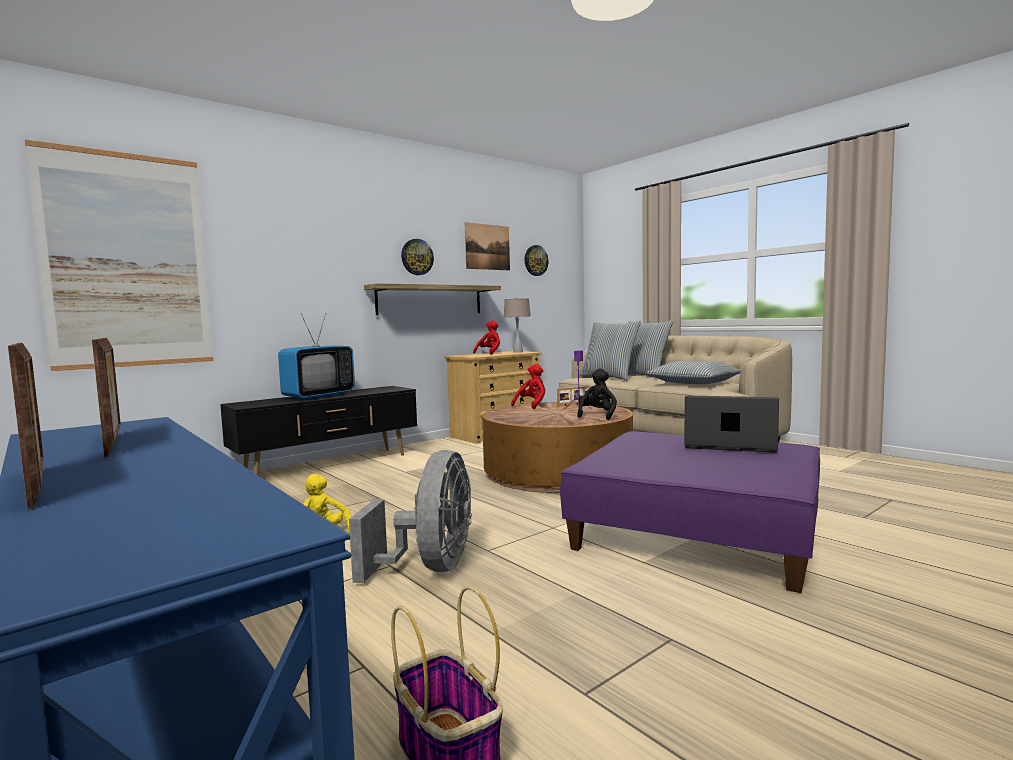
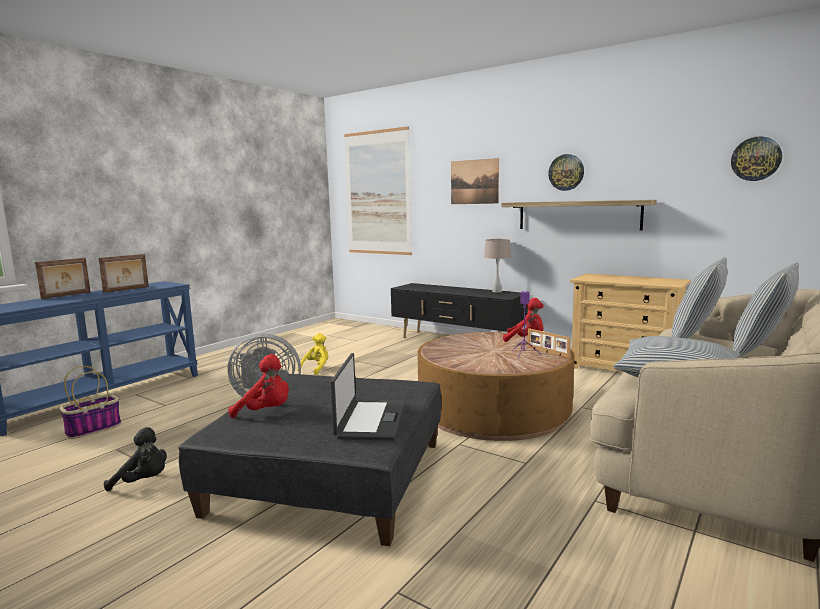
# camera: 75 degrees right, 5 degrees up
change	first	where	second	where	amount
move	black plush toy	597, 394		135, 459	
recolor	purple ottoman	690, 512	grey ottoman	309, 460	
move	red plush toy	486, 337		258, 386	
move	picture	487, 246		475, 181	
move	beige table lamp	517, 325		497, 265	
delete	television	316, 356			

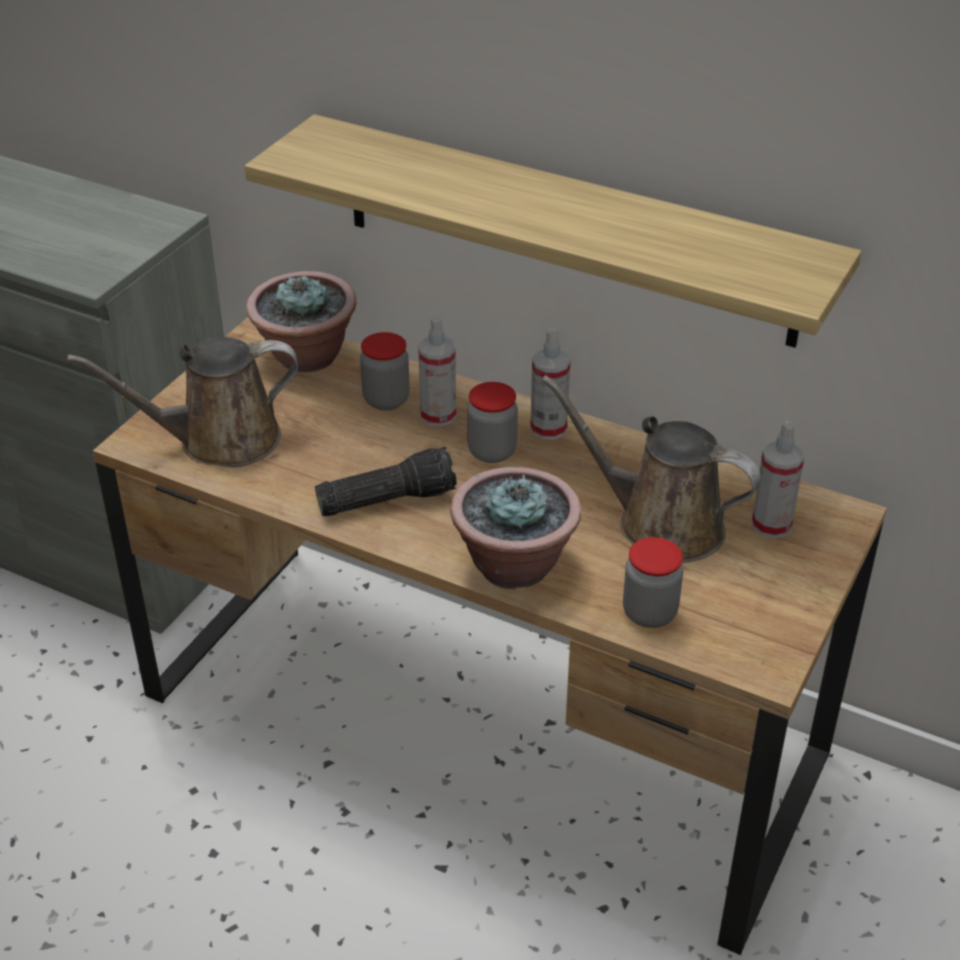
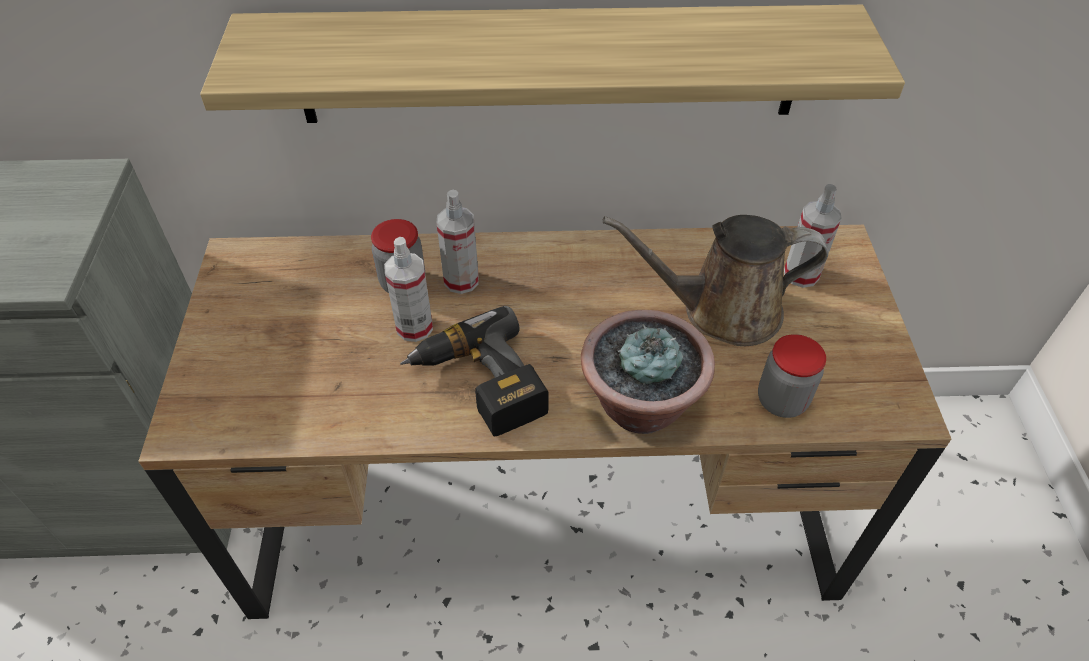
# camera: 30 degrees left, 10 degrees up
change	first	where	second	where	amount
move	spray bottle	550, 384		408, 289	
replace	flashlight	386, 481	power drill	474, 371	
delete	brown watering can	182, 401			
delete	potted plant	301, 321			
delete	jar	492, 422			

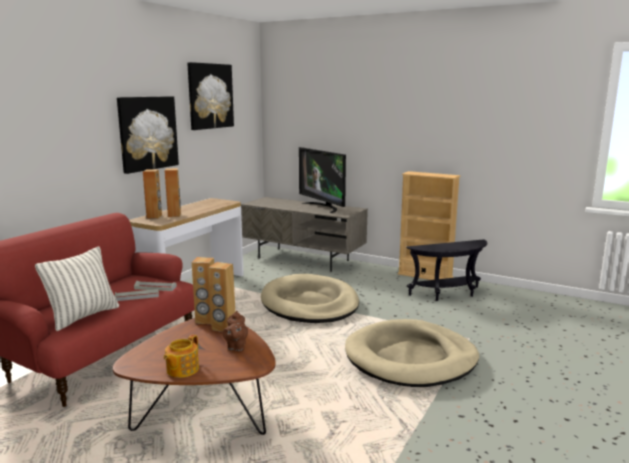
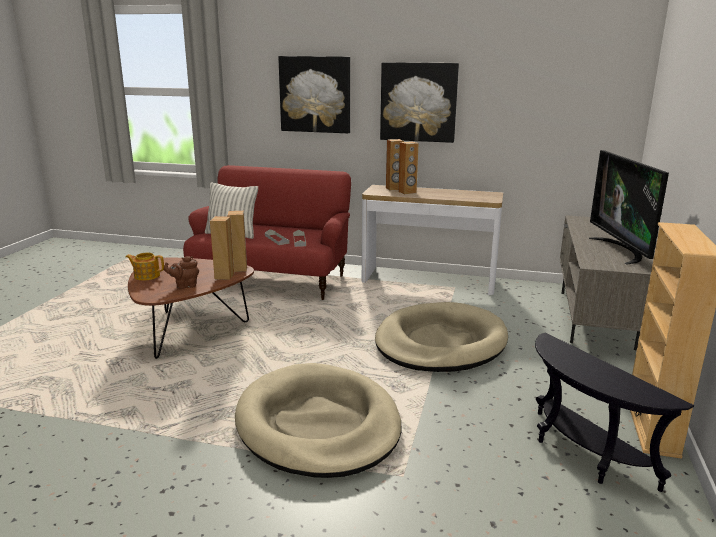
# camera: 75 degrees right, 5 degrees up
change	first	where	second	where	amount
move	picture	210, 96		314, 94	
rotate	television	322, 180		629, 207	45 degrees counterclockwise

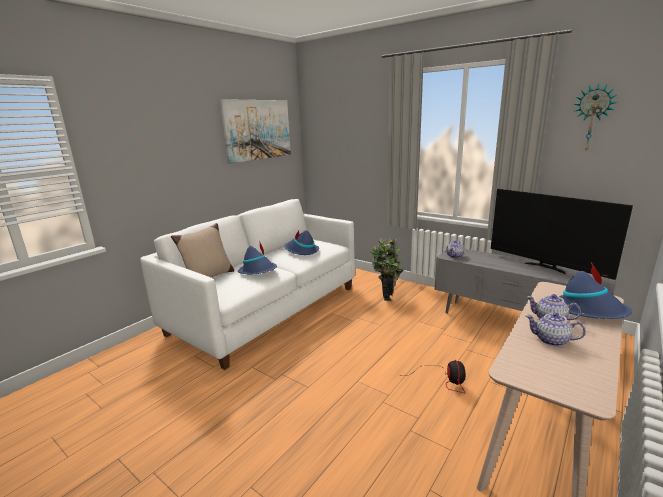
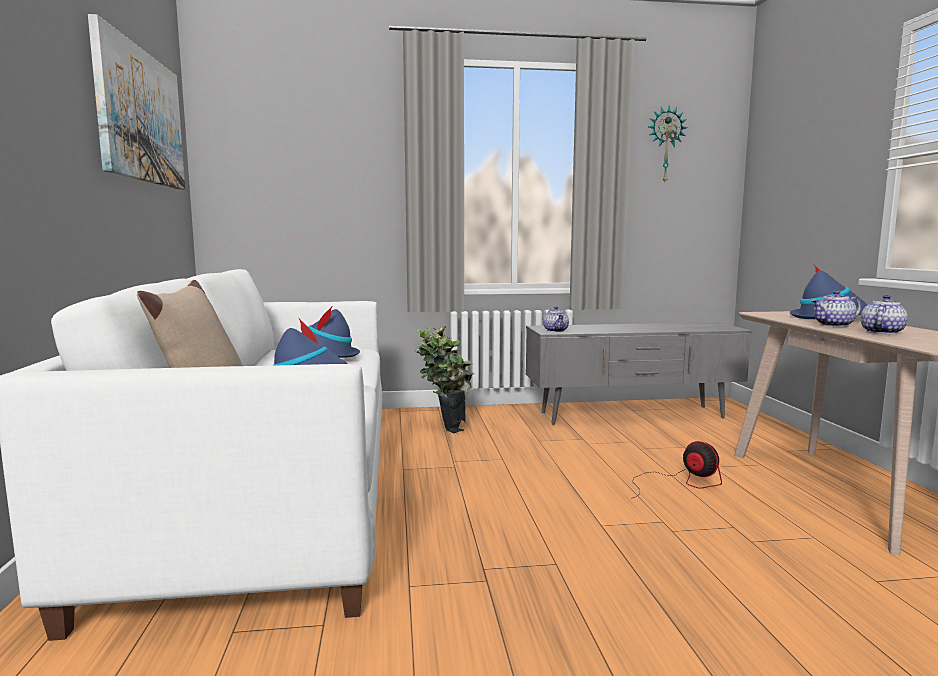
# camera: 45 degrees left, 10 degrees down
change	first	where	second	where	amount
rotate	teapot	556, 329		884, 314	150 degrees clockwise
delete	television	562, 234			

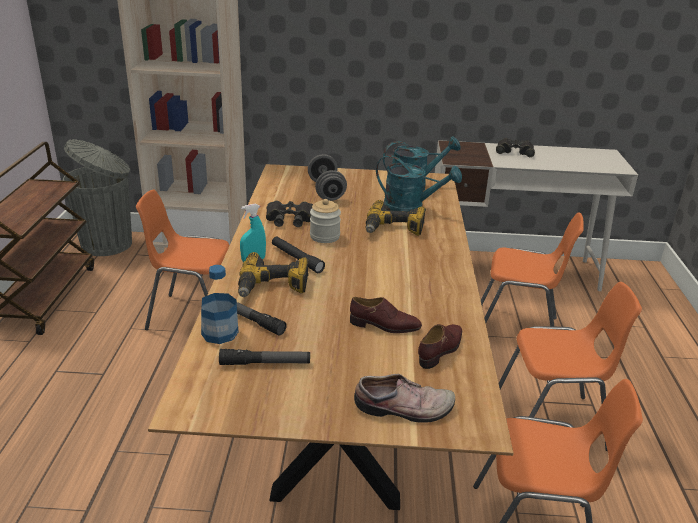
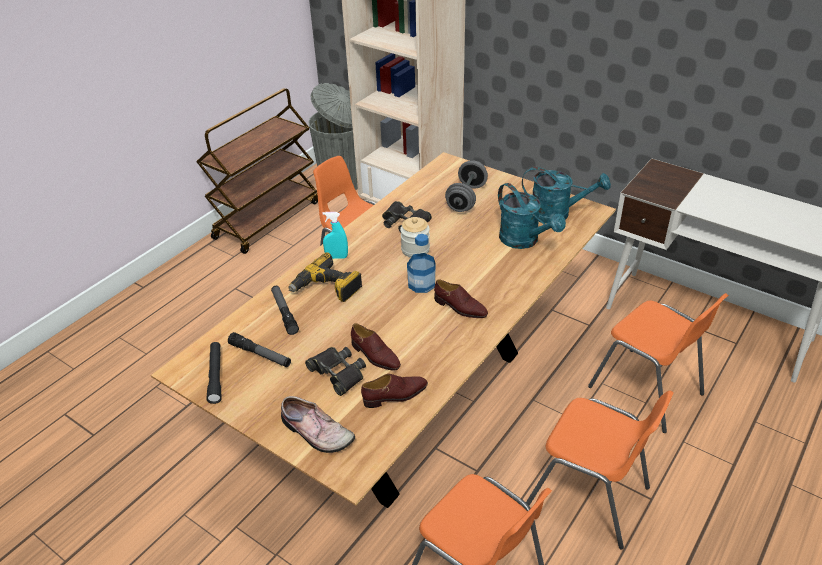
# camera: 35 degrees right, 10 degrees up
change	first	where	second	where	amount
move	black flashlight	298, 254		214, 373	
move	black binoculars	515, 147		335, 371	
move	bottle	219, 304		421, 263	
insert			brown shoe	461, 298	
delete	power drill	396, 218			

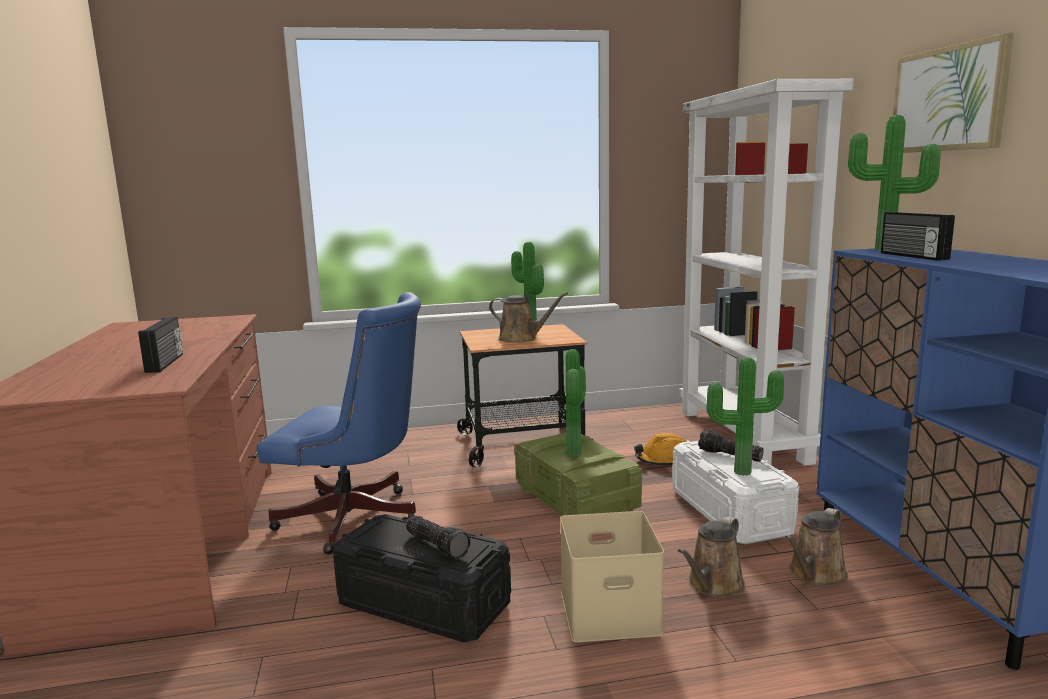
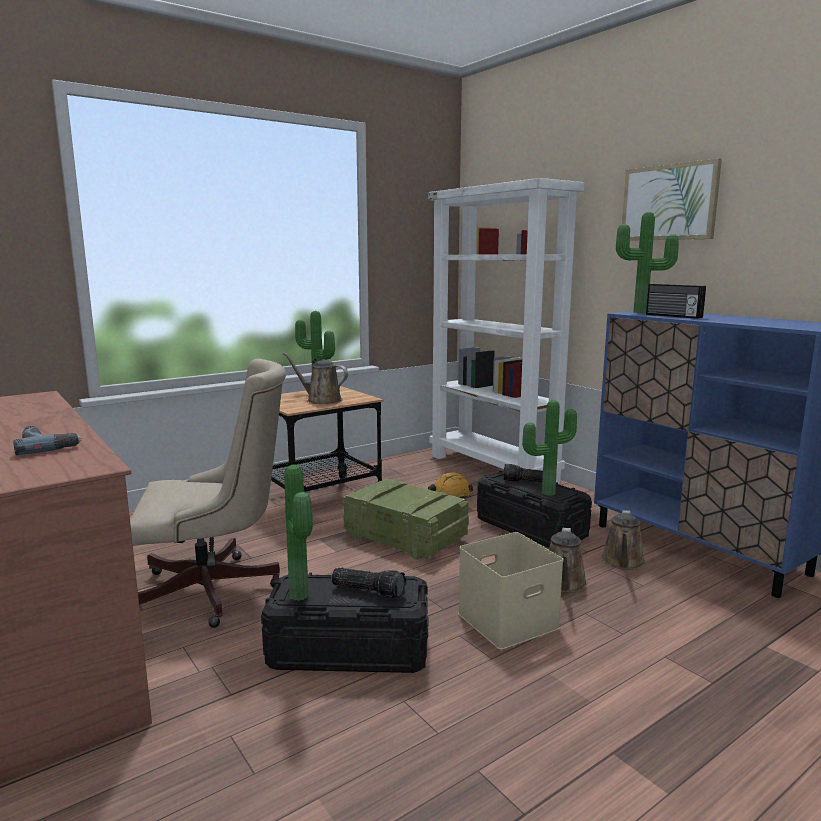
# camera: 25 degrees left, 0 degrees up
change	first	where	second	where	amount
replace	radio	160, 344	power drill	47, 440	
recolor	blue office chair	339, 423	beige office chair	208, 493	
rotate	brown watering can	528, 317		315, 378	150 degrees counterclockwise
move	potted plant	576, 403		298, 532	
recolor	white storage box	735, 492	black storage box	534, 509	

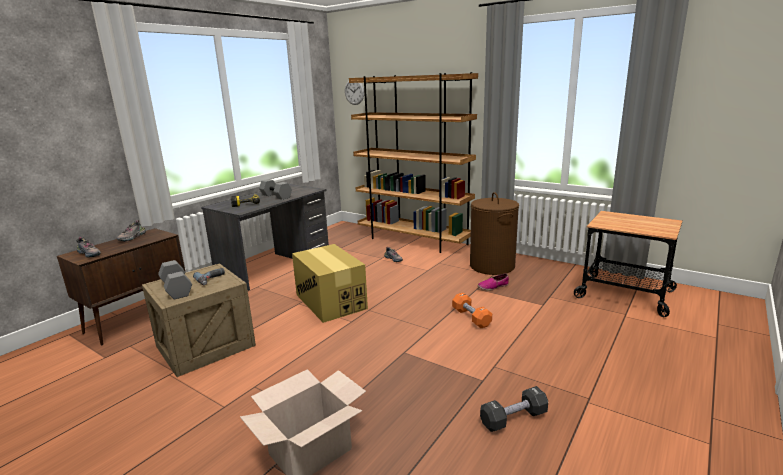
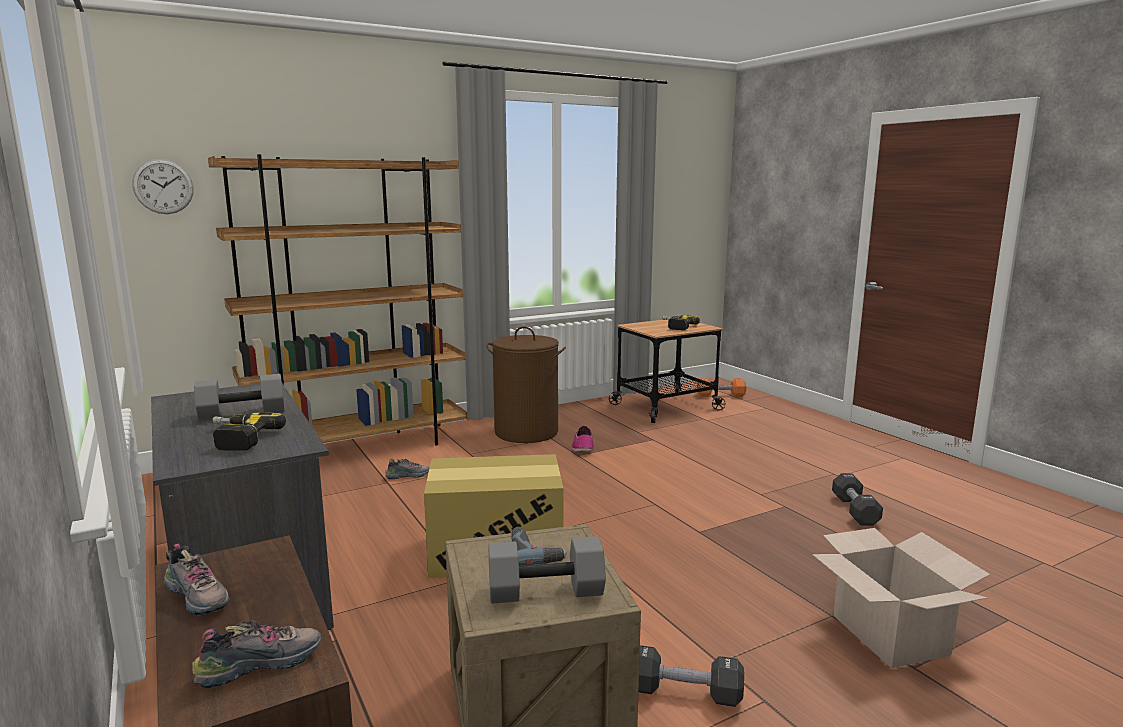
# camera: 65 degrees left, 5 degrees down
change	first	where	second	where	amount
insert			black dumbbell	691, 676	
insert			power drill	681, 322	
move	orange dumbbell	472, 310		721, 387	

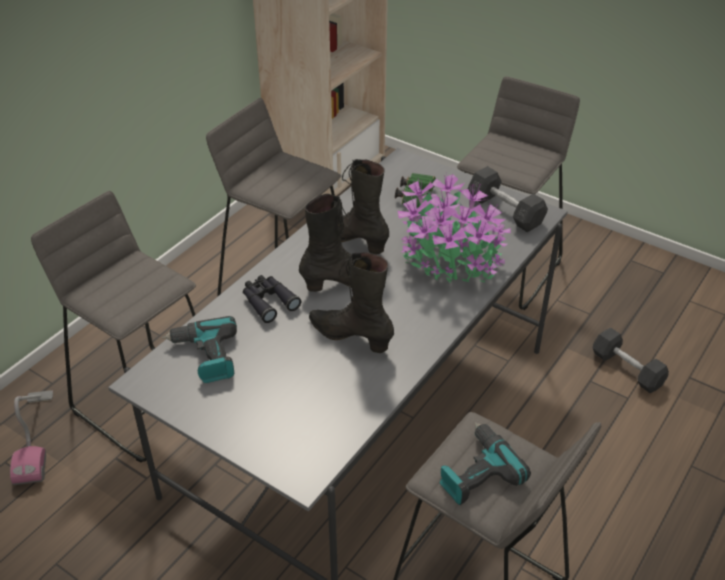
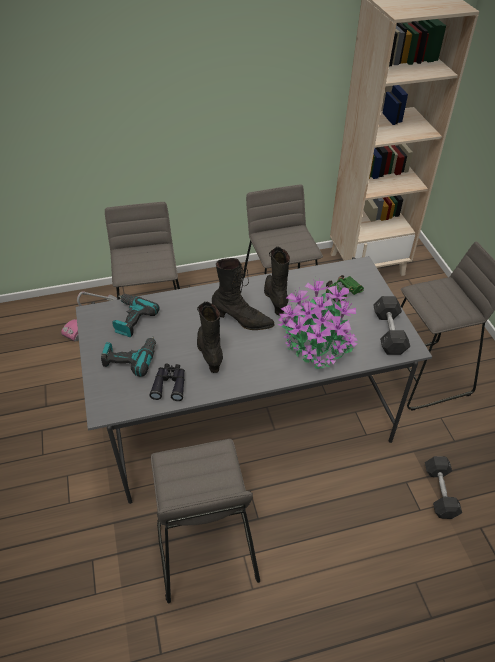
# camera: 40 degrees right, 5 degrees up
change	first	where	second	where	amount
move	power drill	485, 463		128, 356	
move	black binoculars	272, 299		167, 382	

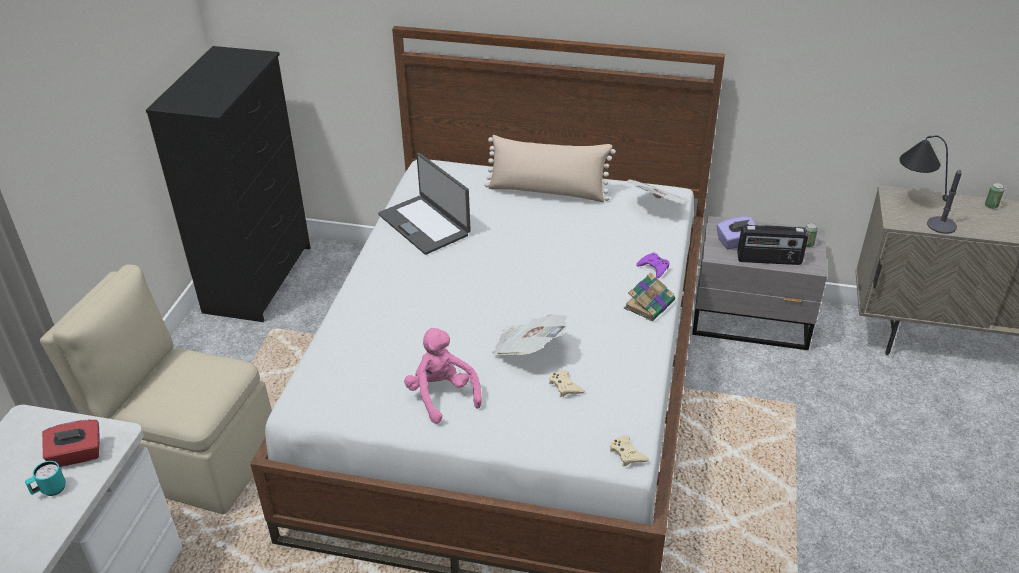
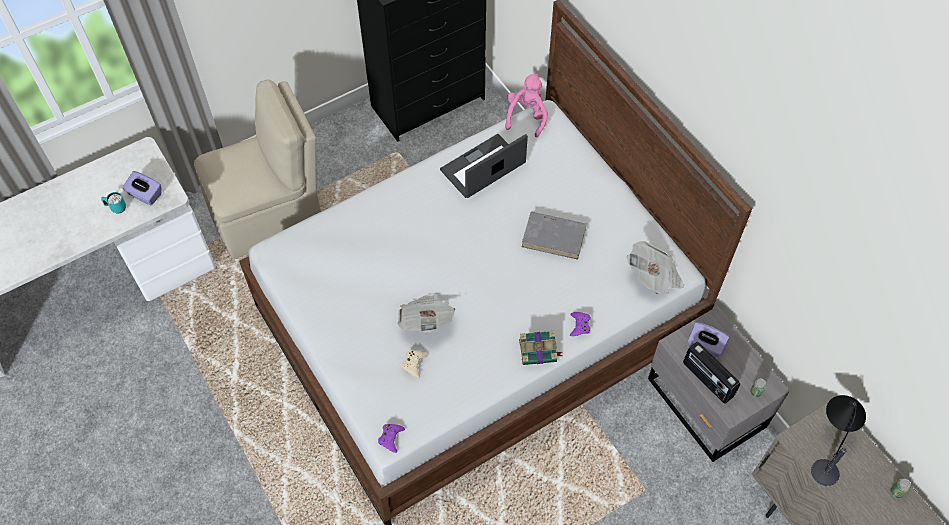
# camera: 45 degrees right, 20 degrees up
change	first	where	second	where	amount
recolor	red tissue box	71, 443	purple tissue box	142, 188	
rotate	beige chair	156, 389		257, 169	90 degrees clockwise
recolor	beige game controller	629, 451	purple game controller	391, 438	
rotate	laptop	424, 204		484, 166	45 degrees clockwise
move	pink plush toy	443, 376		526, 105	
insert			grey book	554, 235	
delete	beige pillow	550, 168			

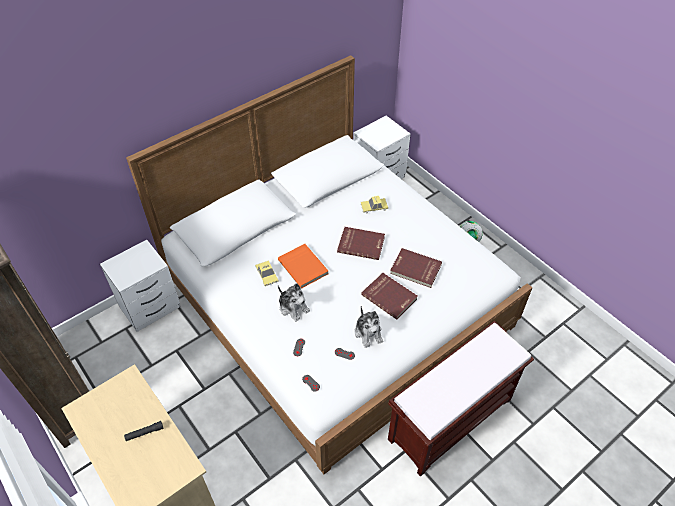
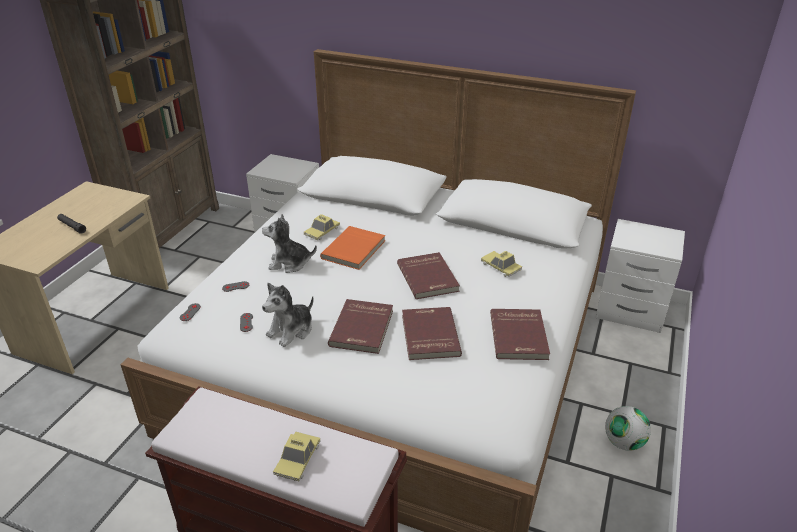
# camera: 60 degrees right, 15 degrees down
change	first	where	second	where	amount
rotate	plush toy	294, 302		289, 243	75 degrees clockwise
insert			toy car	297, 456	
insert			red book	520, 334	

